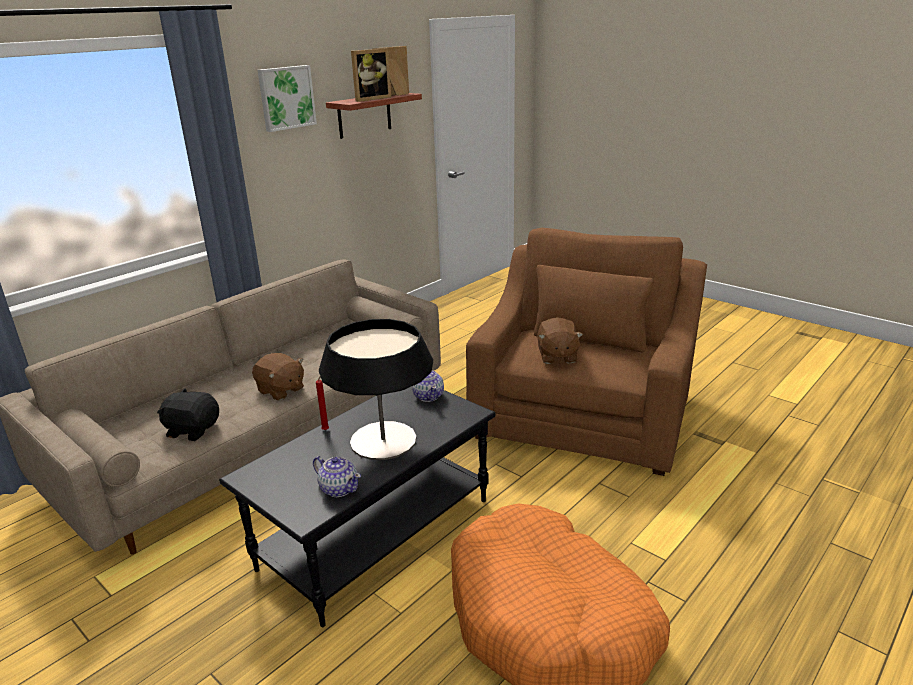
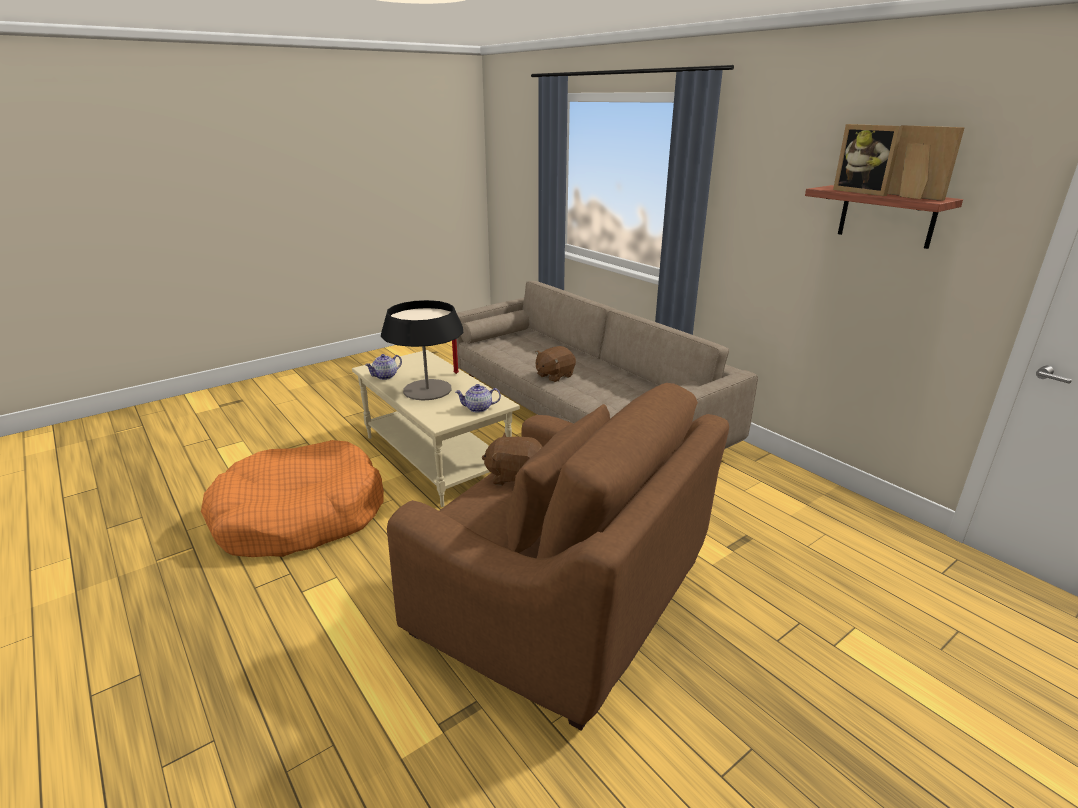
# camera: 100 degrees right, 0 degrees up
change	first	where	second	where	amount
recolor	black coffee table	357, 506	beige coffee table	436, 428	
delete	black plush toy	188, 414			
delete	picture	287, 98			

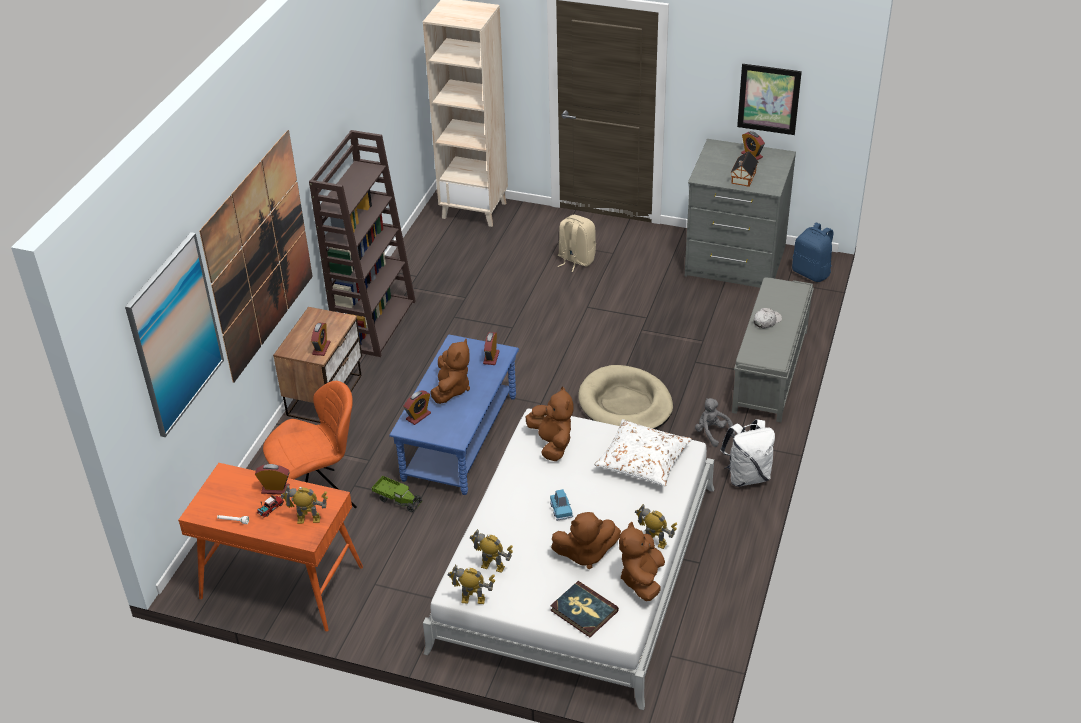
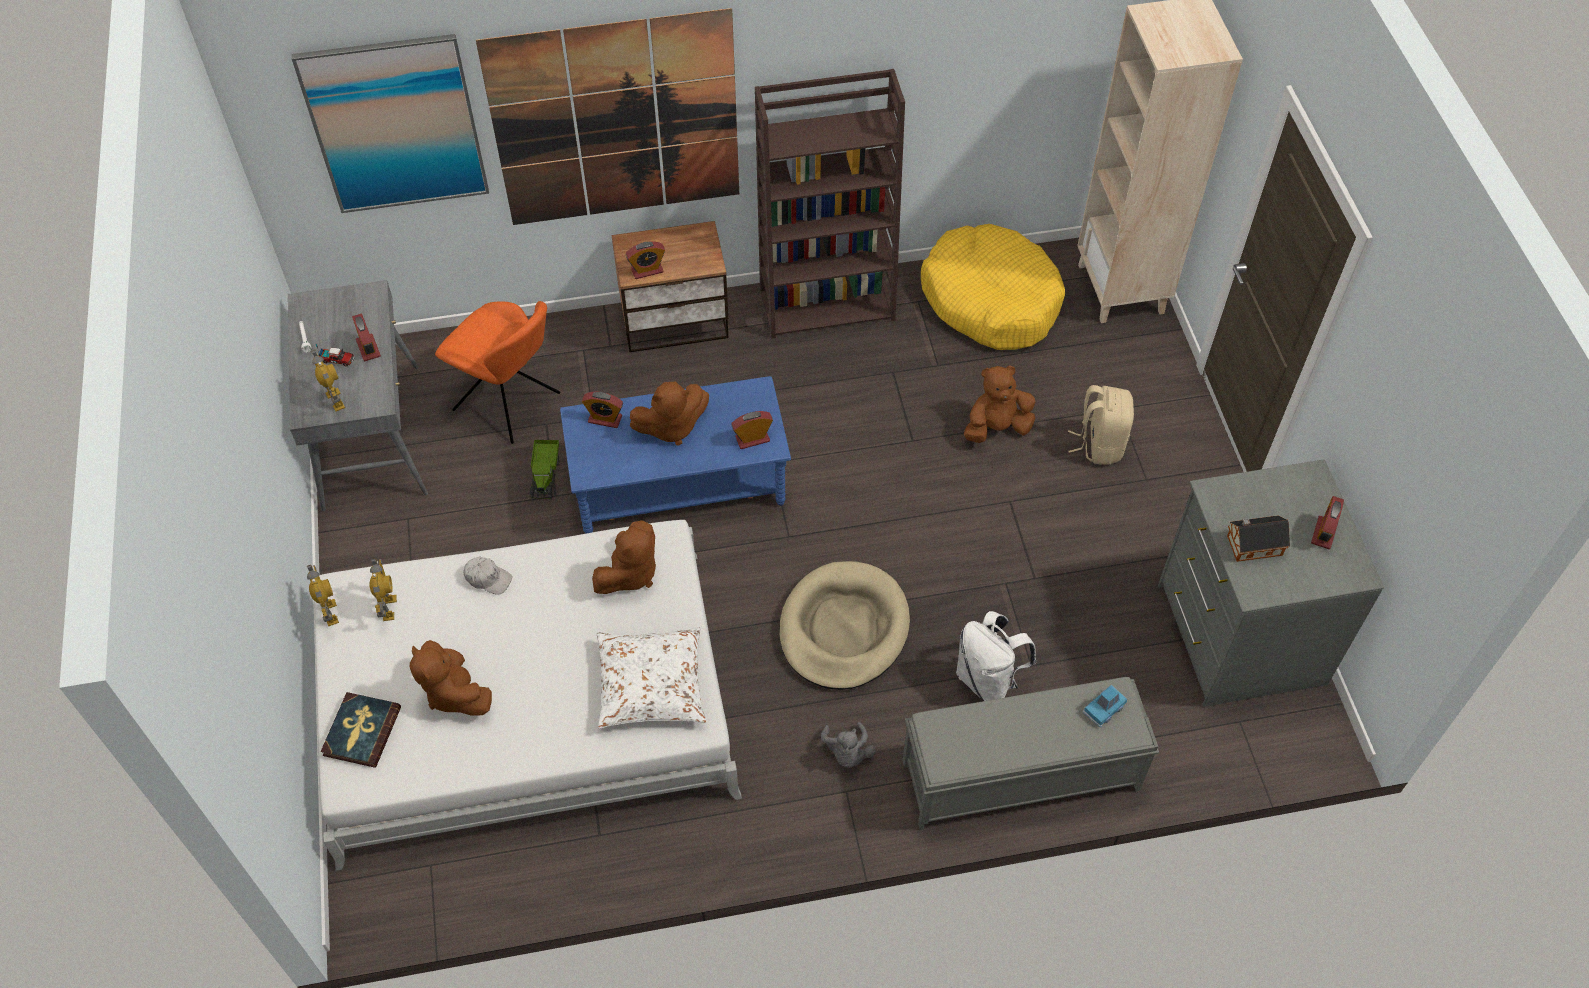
# camera: 60 degrees right, 15 degrees up
change	first	where	second	where	amount
recolor	orange desk	270, 547	grey desk	358, 395	
move	white cap	768, 318		488, 576	
rotate	grey plush toy	715, 422		848, 745	150 degrees clockwise
insert			yellow dog bed	993, 287	
move	white backpack	747, 453		996, 656	
move	brown plush toy	642, 561		999, 404	
move	blue toy car	561, 505		1104, 706	
delete	toy robot	656, 526			
delete	picture	769, 99			
delete	blue backpack	812, 252			

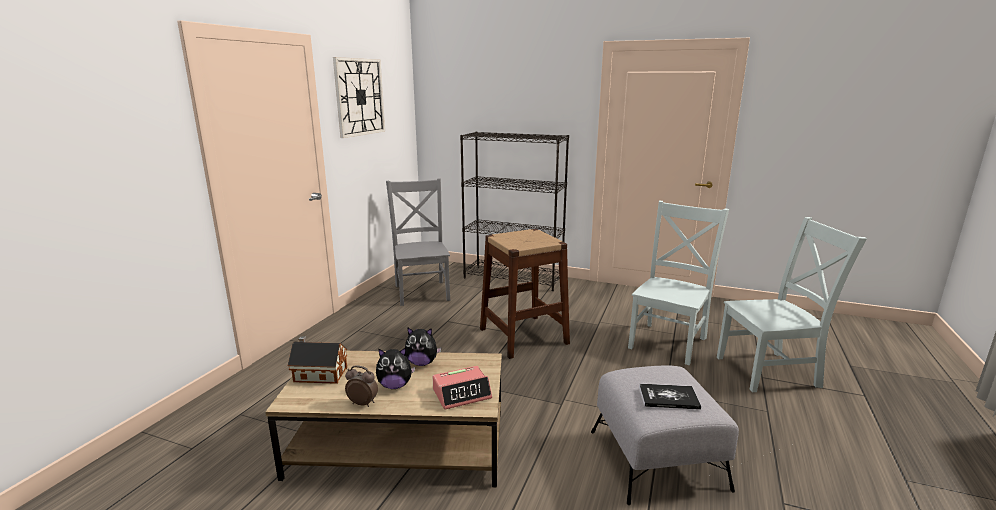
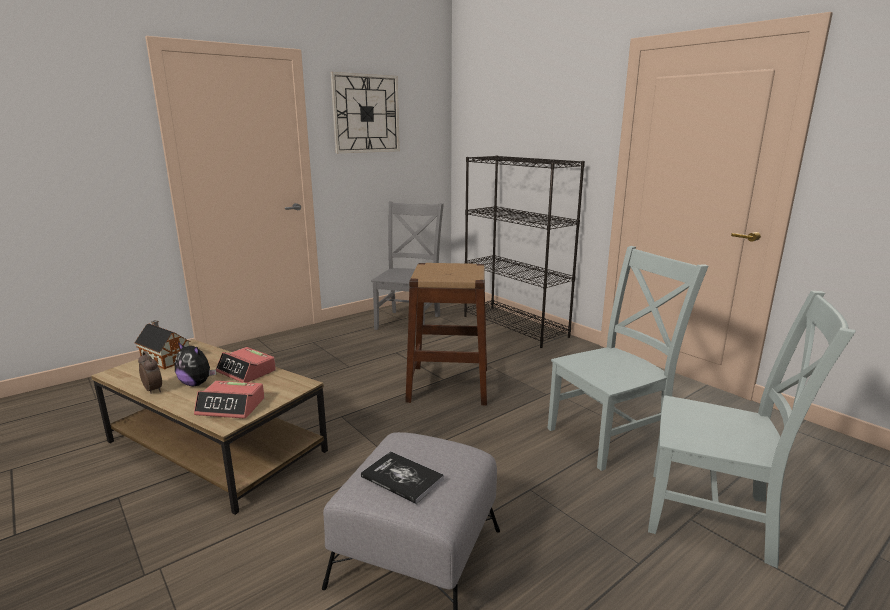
# camera: 30 degrees right, 0 degrees up
change	first	where	second	where	amount
replace	plush toy	423, 346	alarm clock	246, 364	

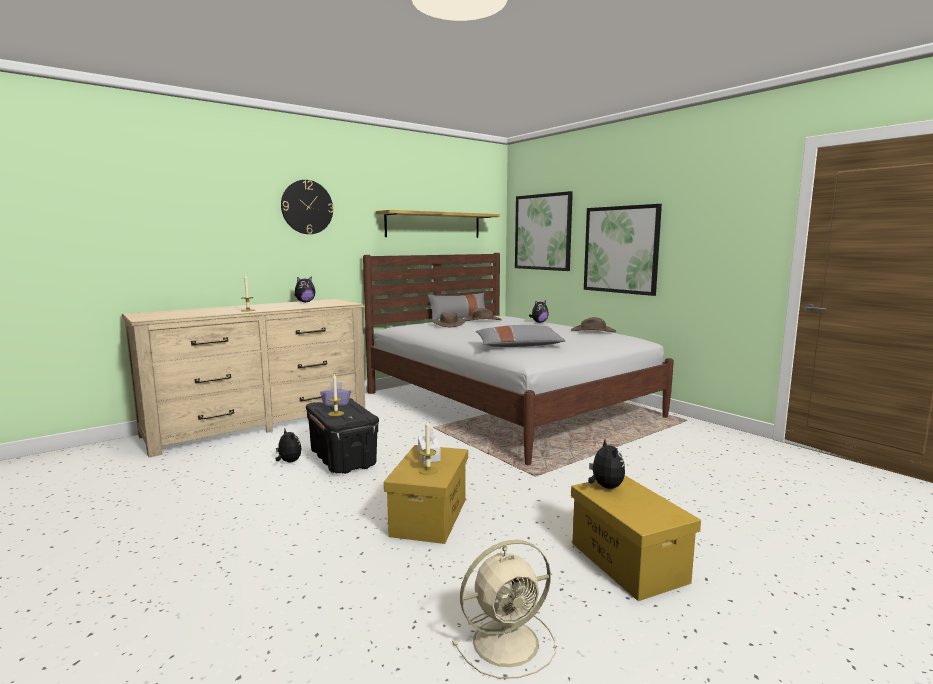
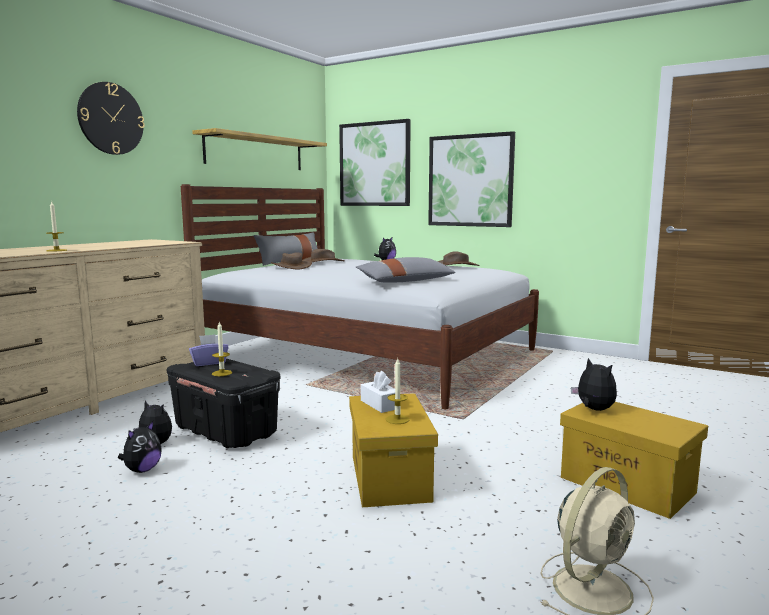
# camera: 20 degrees left, 0 degrees up
change	first	where	second	where	amount
move	plush toy	305, 289		140, 447	

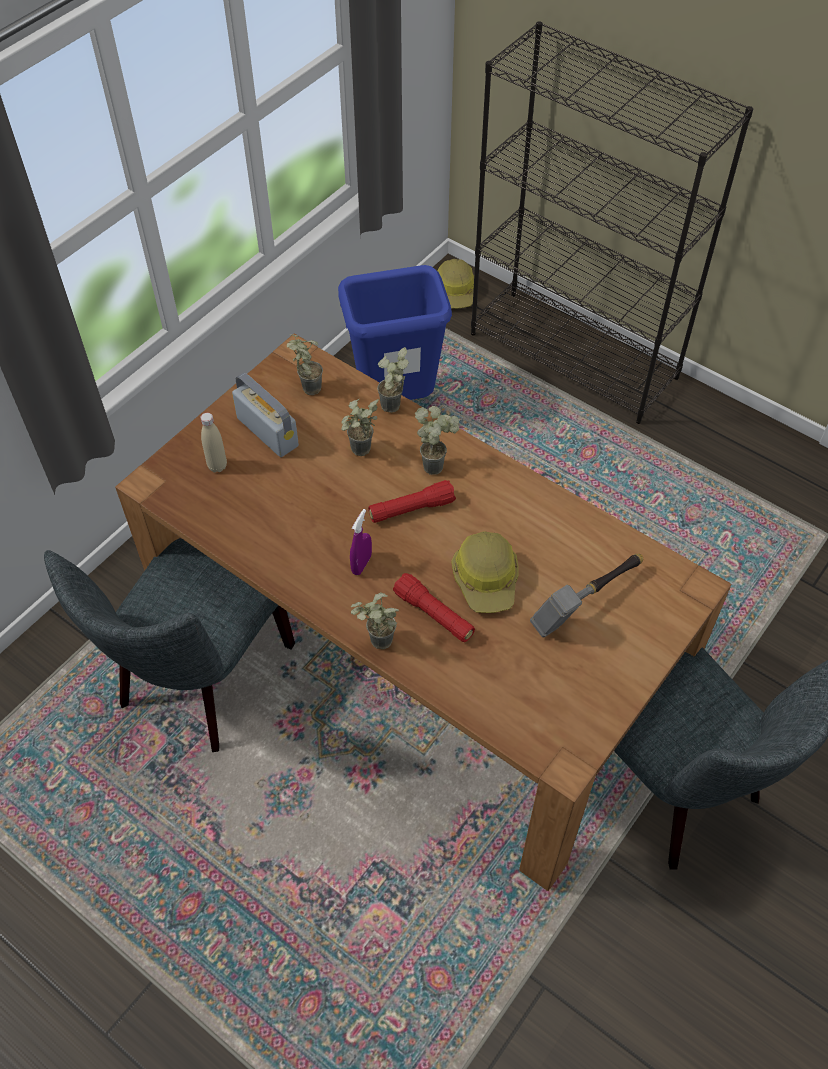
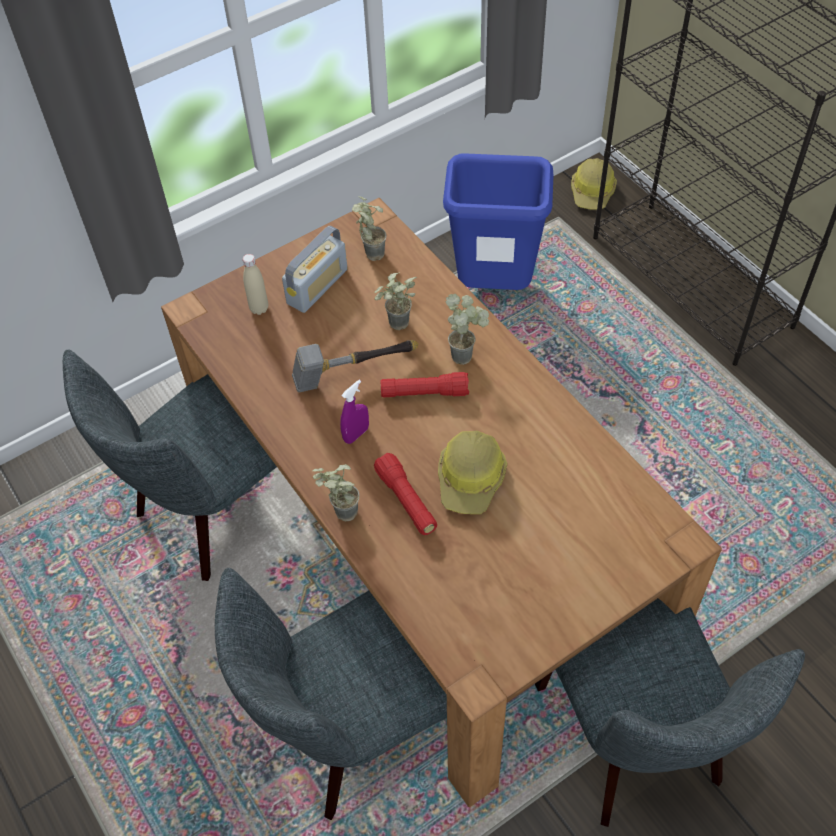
# camera: 20 degrees right, 0 degrees up
change	first	where	second	where	amount
insert			grey chair	331, 694	
rotate	radio	265, 415		315, 269	60 degrees clockwise
move	hammer	586, 595		355, 366	
delete	potted plant	393, 380			

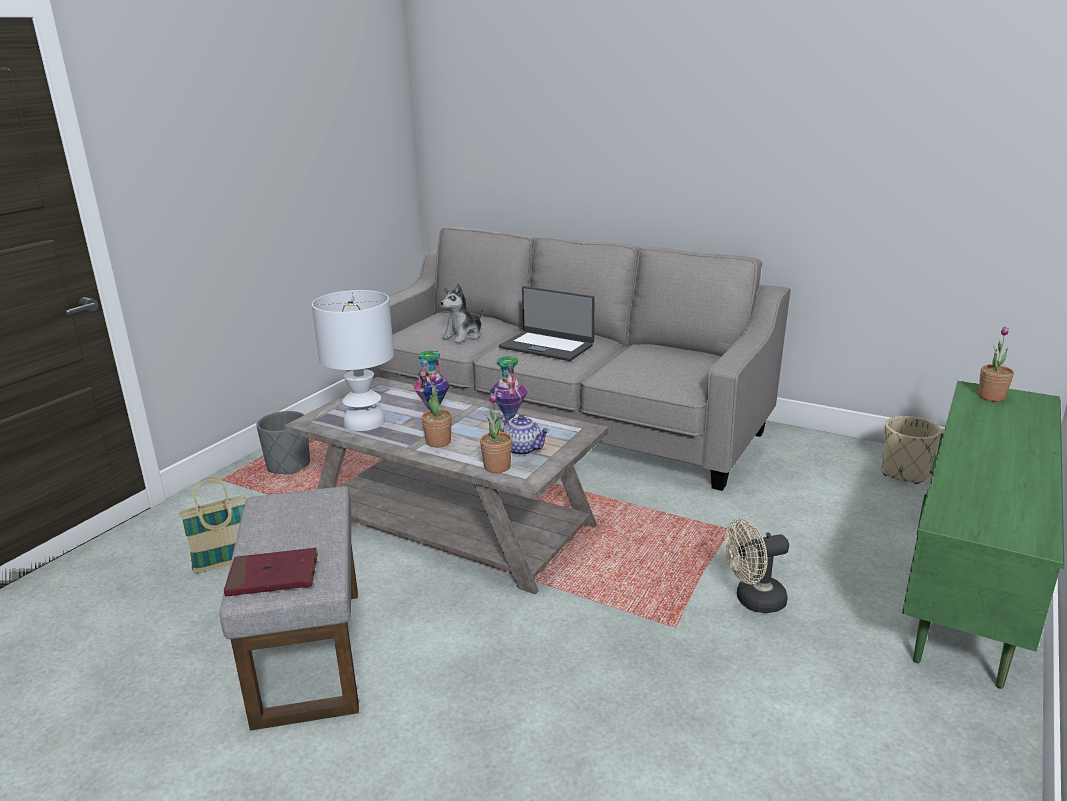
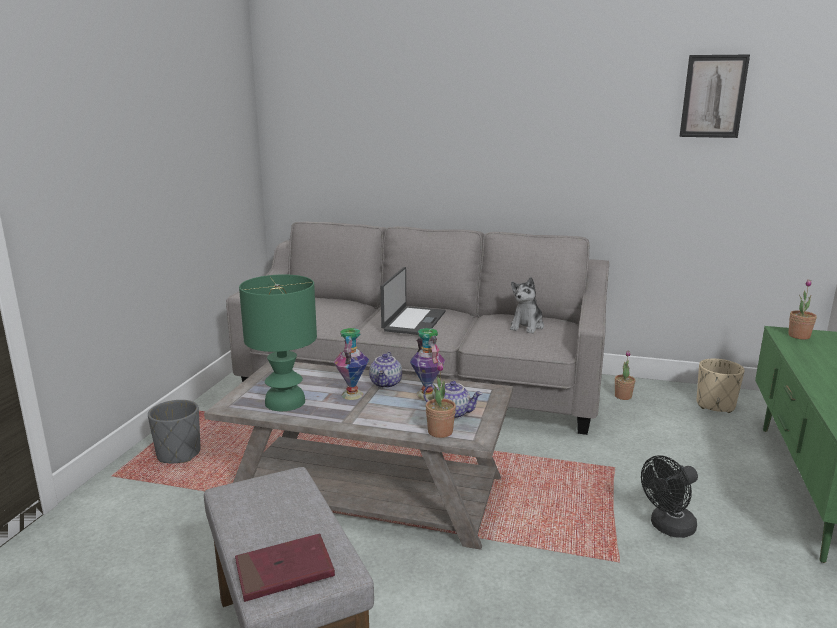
# camera: 15 degrees left, 5 degrees down
change	first	where	second	where	amount
recolor	white table lamp	353, 360	green table lamp	278, 342	
insert			teapot	385, 370	
rotate	laptop	546, 323		413, 301	90 degrees counterclockwise
move	plush toy	461, 313		527, 305	
move	potted plant	436, 410		625, 375	
recolor	beige fan	756, 566	black fan	669, 496	
insert			picture	714, 96	
delete	basket	212, 525			

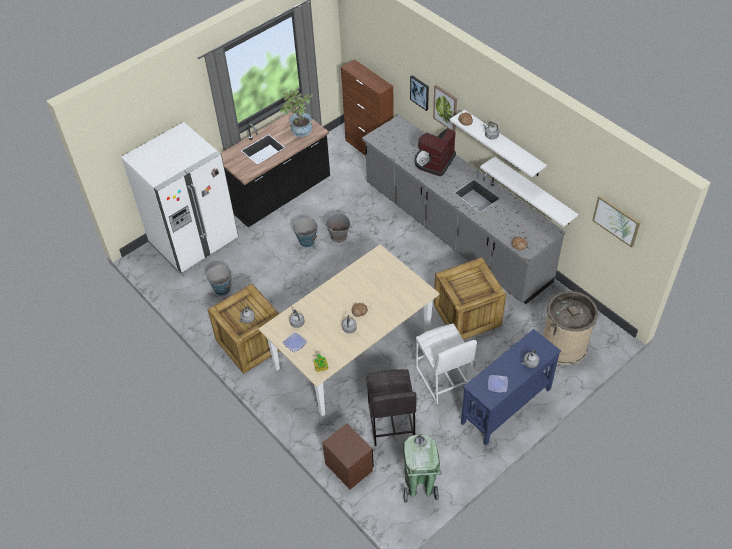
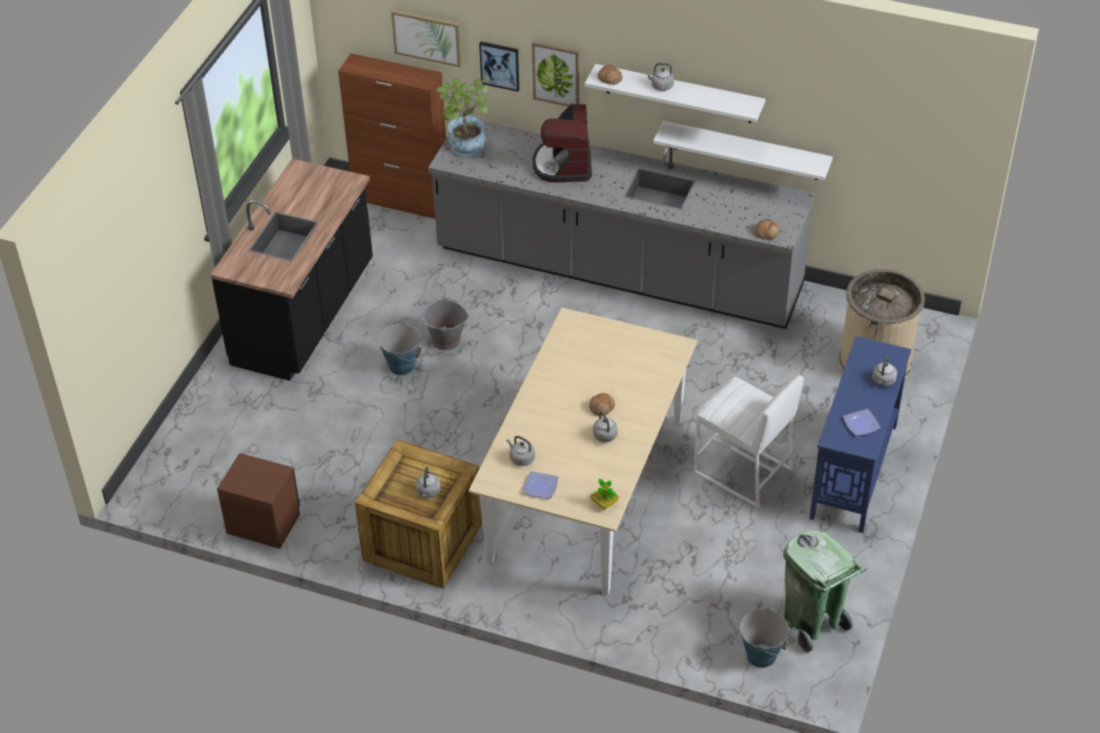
# camera: 30 degrees left, 5 degrees down
change	first	where	second	where	amount
move	brown nightstand	348, 456		258, 501	
move	picture	616, 221		426, 38	
move	potted plant	296, 113		463, 116	
move	bucket	219, 280		764, 638	
delete	white fridge	180, 199			
delete	grey stool	391, 407			
delete	crate	470, 298			

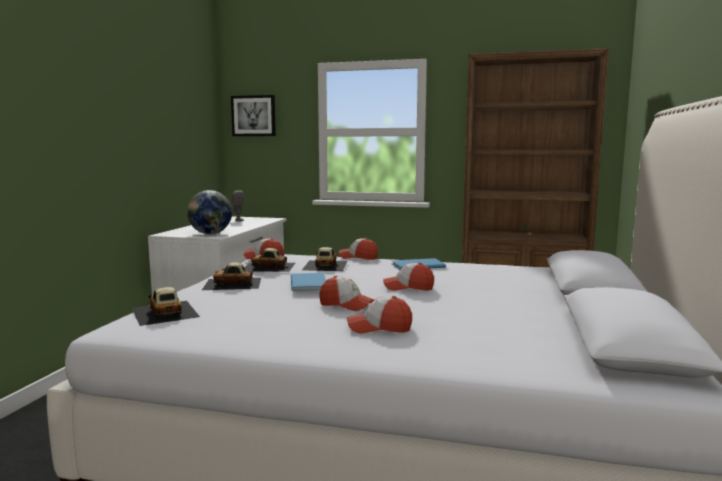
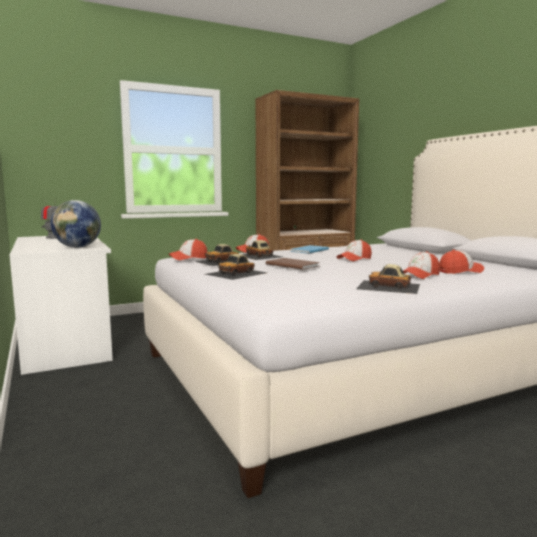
# camera: 40 degrees left, 0 degrees up
change	first	where	second	where	amount
recolor	blue book	308, 282	brown book	292, 264	
move	toy car	166, 306		388, 279	
move	cap	346, 293		461, 262	
delete	picture	253, 115			

